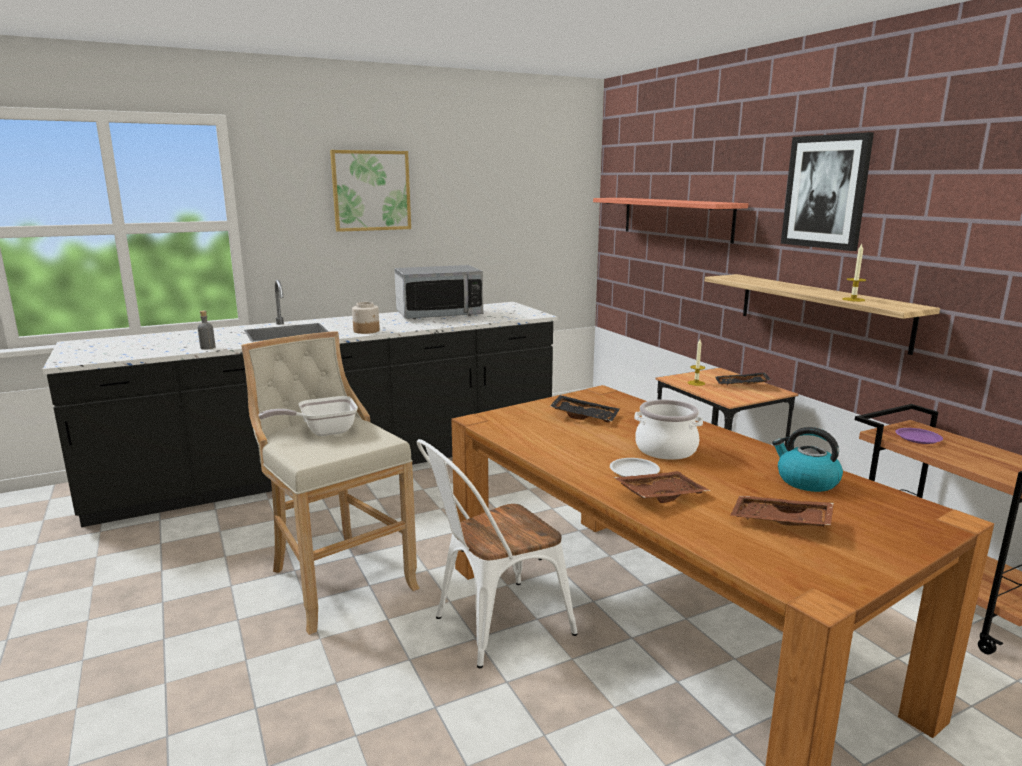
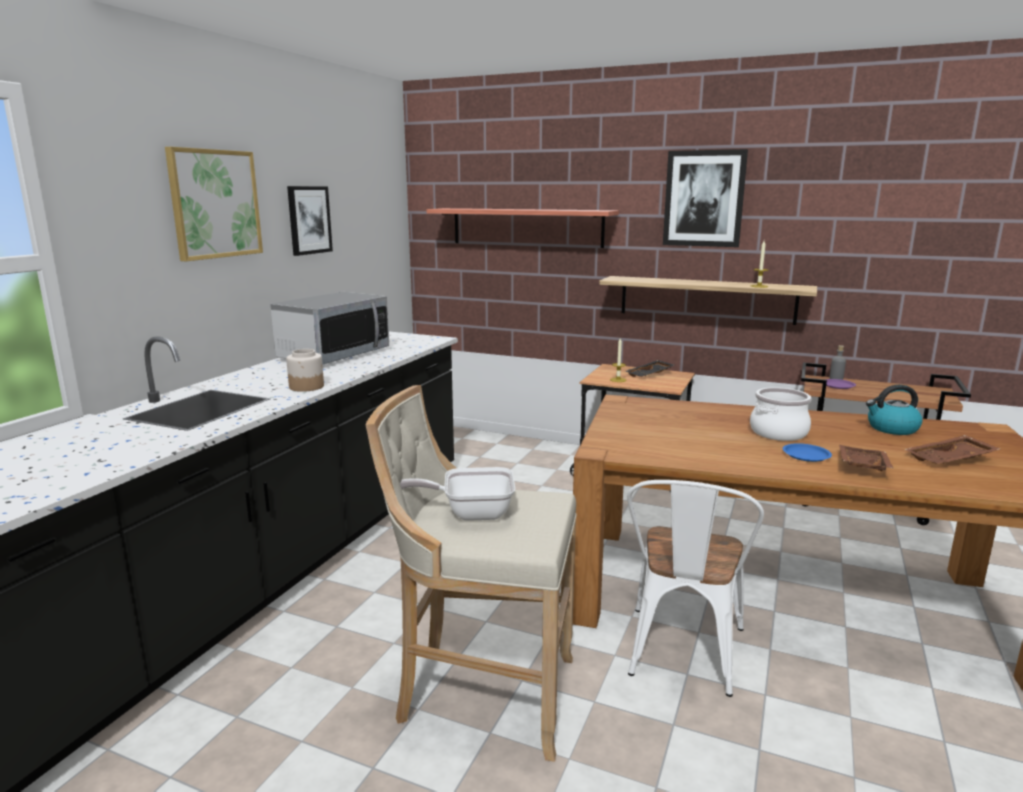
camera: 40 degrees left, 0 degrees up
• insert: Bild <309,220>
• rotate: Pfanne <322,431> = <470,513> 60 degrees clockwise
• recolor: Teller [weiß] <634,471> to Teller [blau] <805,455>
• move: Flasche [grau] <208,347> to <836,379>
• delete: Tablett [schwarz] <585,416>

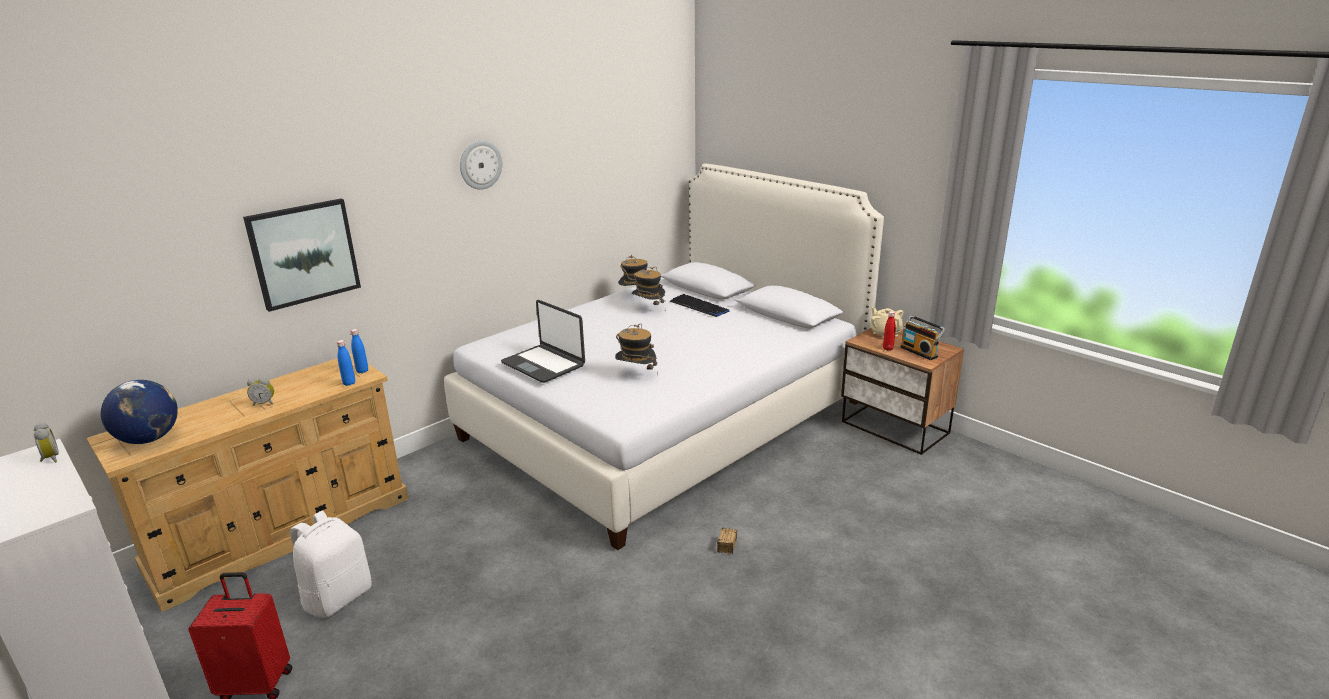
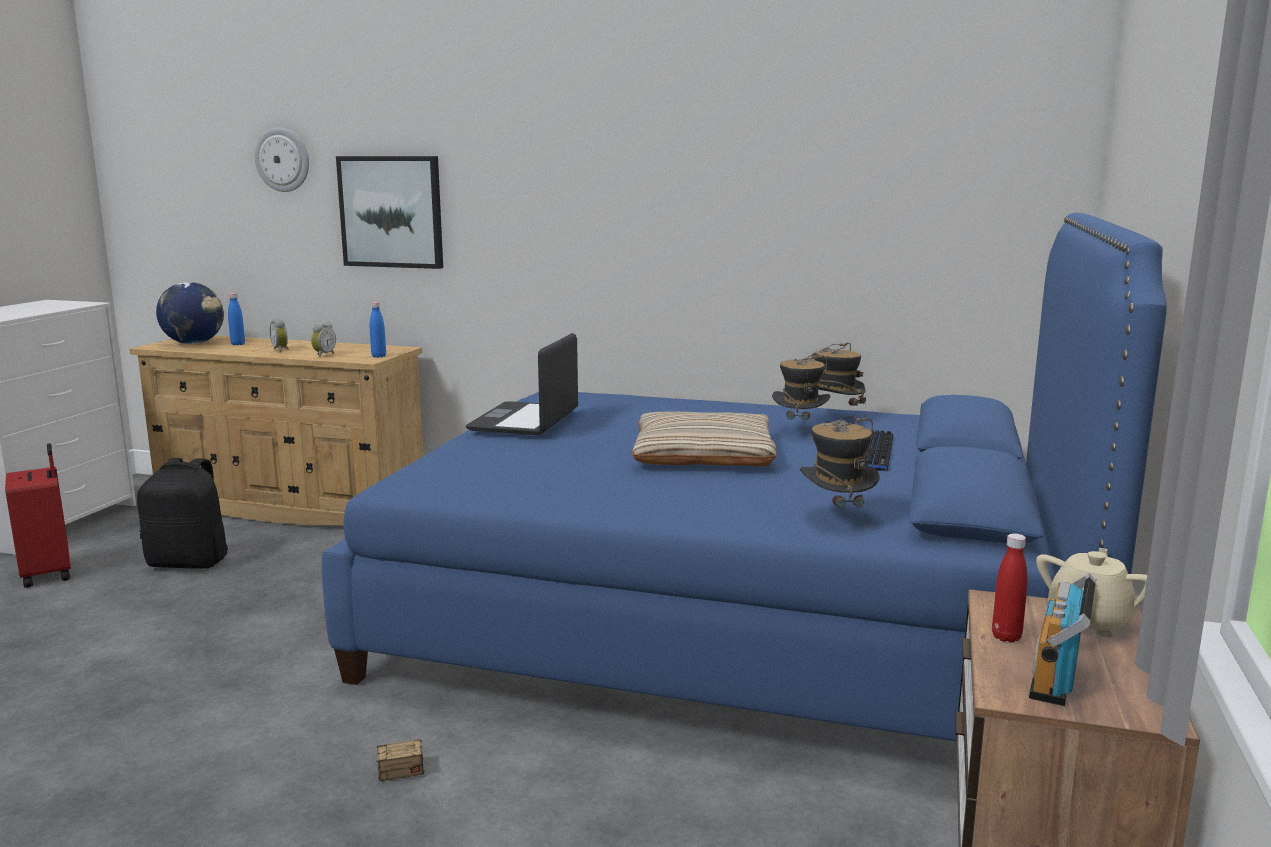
camera: 60 degrees right, 10 degrees down
• recolor: Rucksack [weiß] <338,597> to Rucksack [schwarz] <189,562>
• move: Flasche [blau] <349,383> to <238,344>
• move: Wanduhr <480,164> to <283,160>
• move: Wecker <50,459> to <323,355>
• recolor: Bett [weiß] <666,419> to Bett [blau] <733,622>
• insert: Kissen [beige] <703,452>
• move: Hut <636,375> to <837,518>

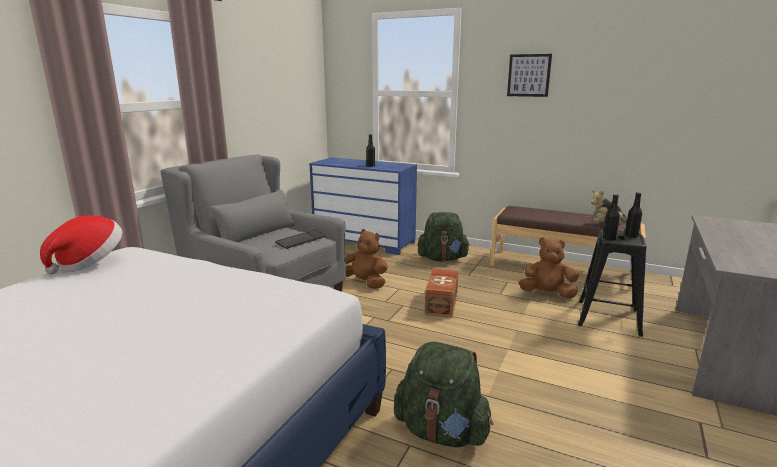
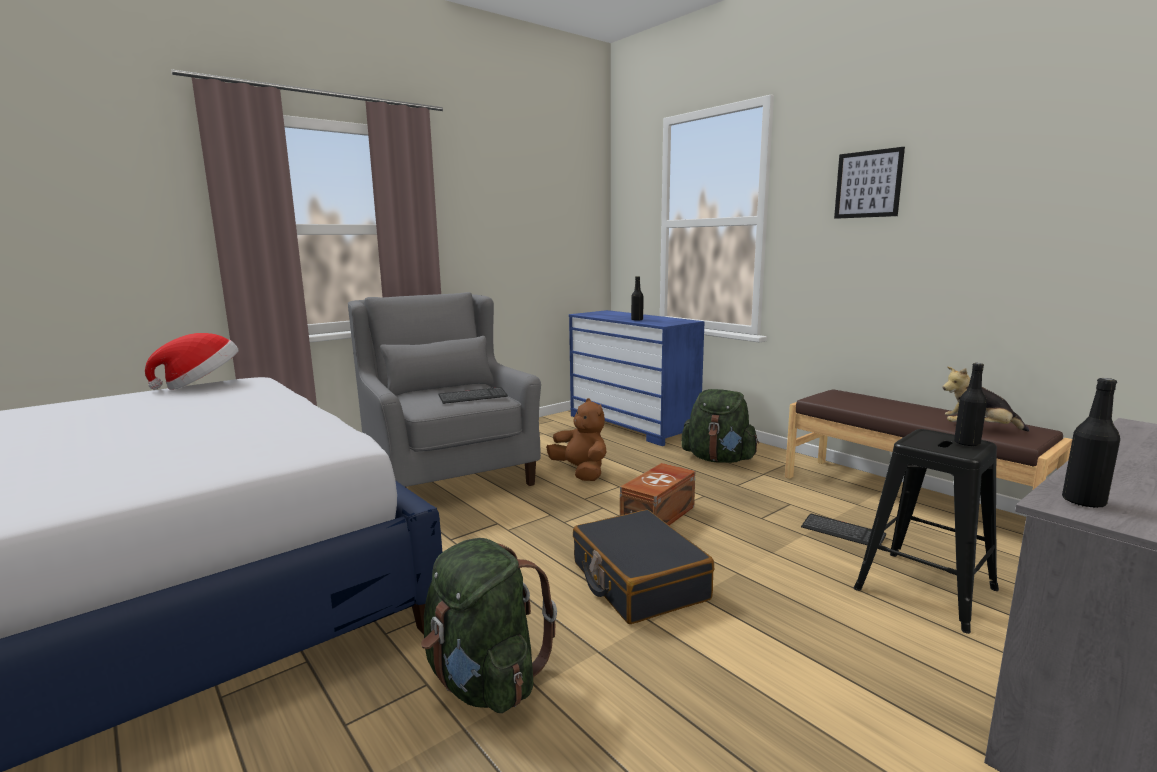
camera: 25 degrees right, 5 degrees down
• insert: Koffer [schwarz] <638,581>
• replace: Plüschtier [braun] <547,294> to Tastatur <842,532>
• move: Flasche [schwarz] <609,239> to <1083,502>

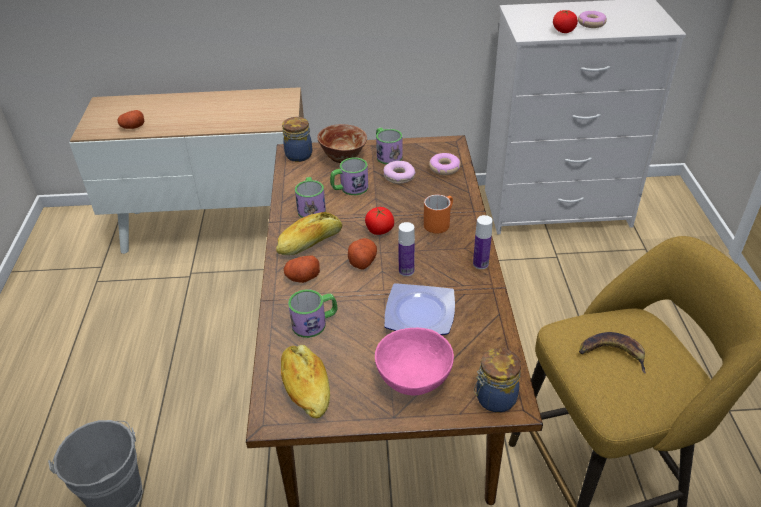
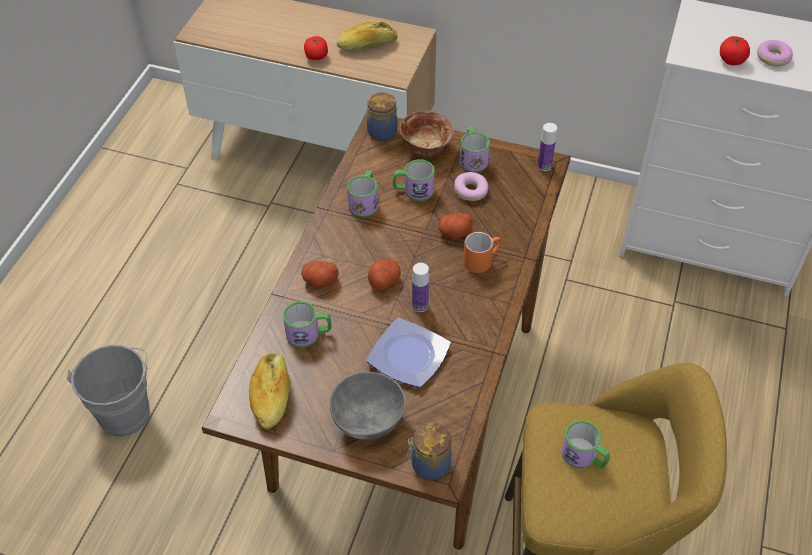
camera: 20 degrees right, 10 degrees up
• move: Tomate <379,230> to <316,56>
• recolor: Schüssel [rosa] <412,380> to Schüssel [grau] <366,420>
• move: Brot <310,242> to <367,45>
• move: Kartoffel <132,127> to <454,233>
• move: Flasche <480,264> to <544,166>
• replace: Banane <613,353> to Henkelbecher <584,457>
• delete: Donut <444,168>

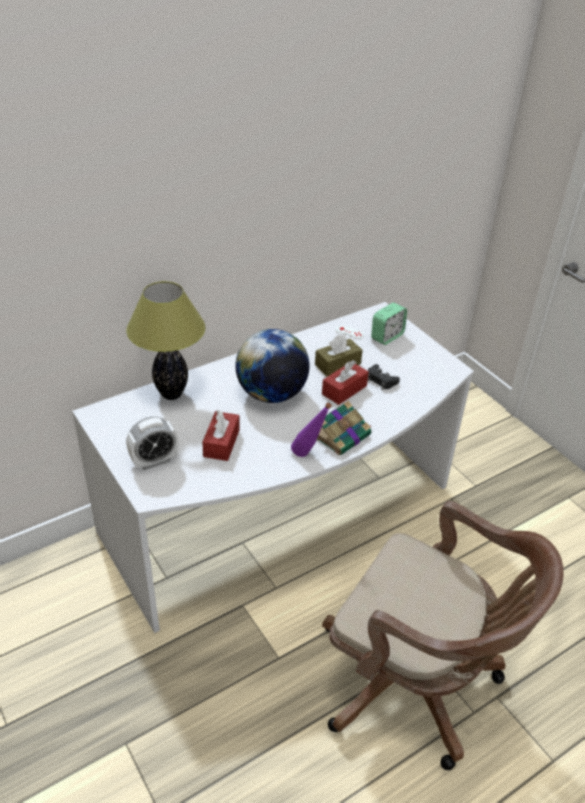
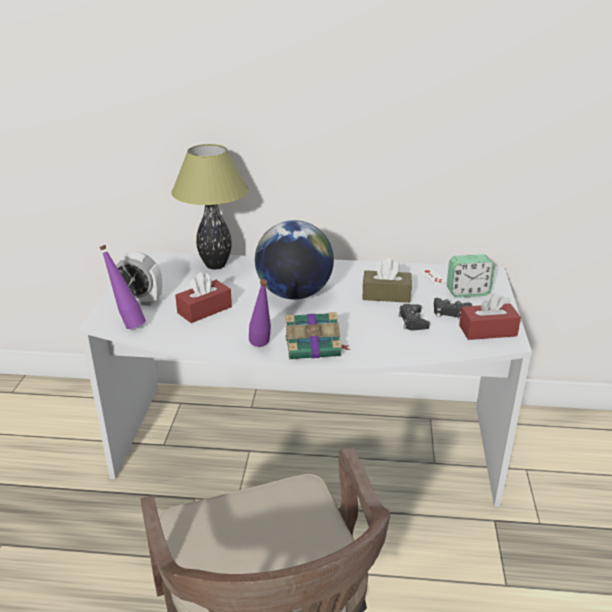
camera: 40 degrees right, 10 degrees down
• insert: Flasche [lila] <127,324>
• insert: Gamepad [schwarz] <450,312>
• move: Taschentuchbox [rot] <344,390> to <487,331>

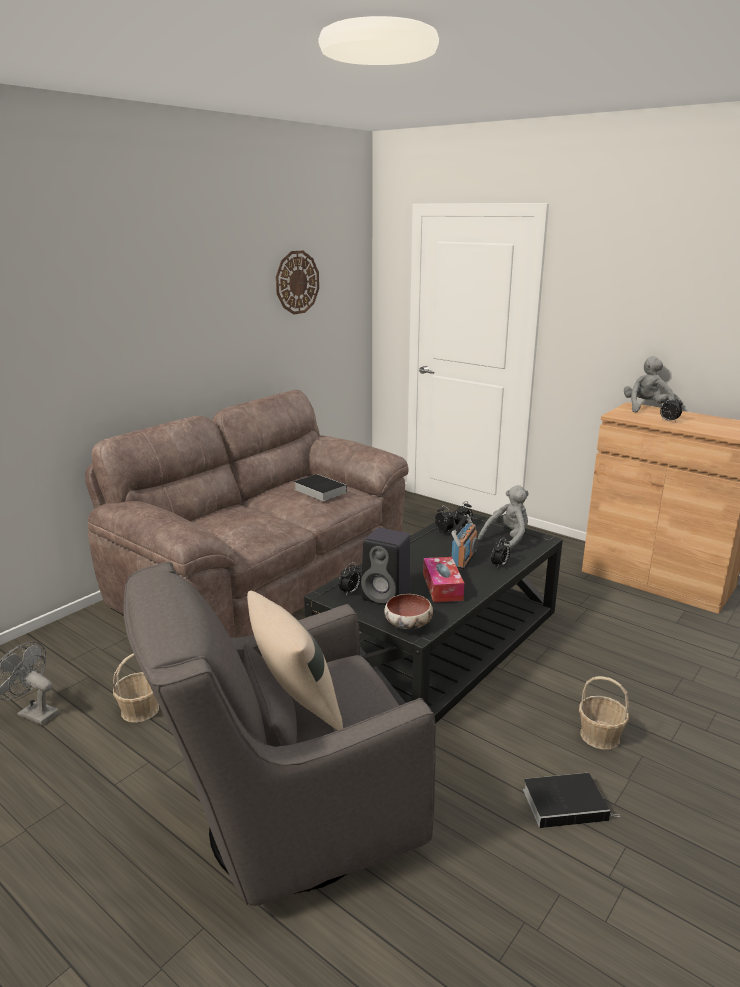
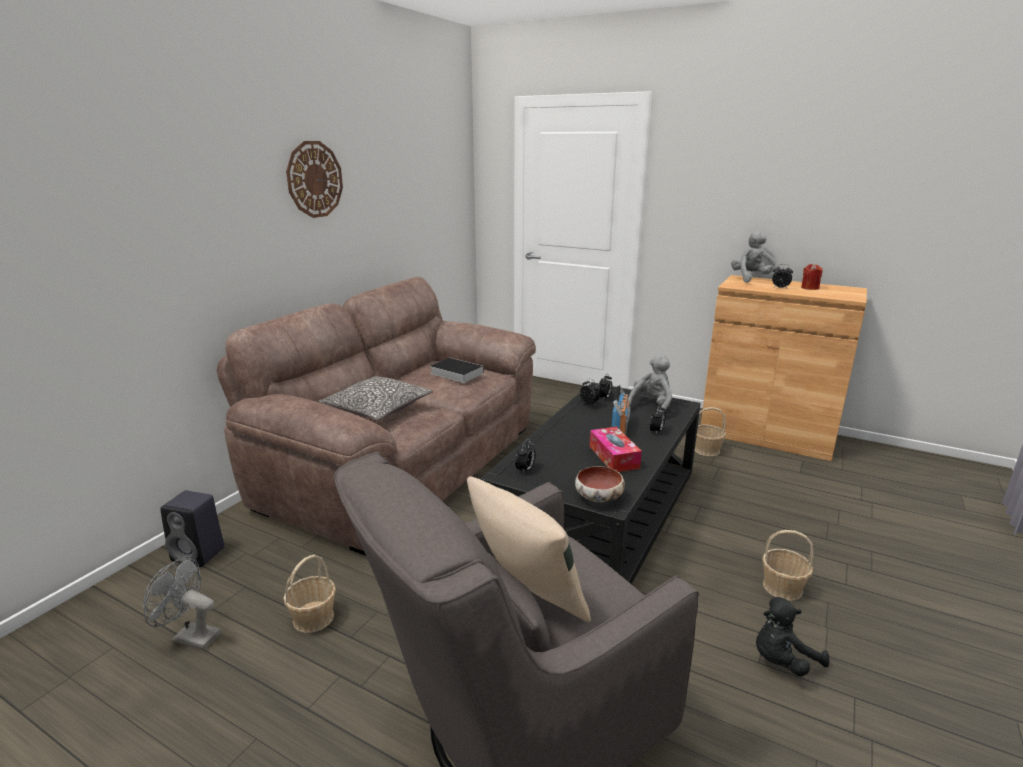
camera: 10 degrees left, 0 degrees up
• move: Lautsprecher [schwarz] <387,596> to <200,554>
• move: Wanduhr <297,282> to <314,179>
• insert: Kissen <377,409>
• insert: Korb <707,450>
• replace: Buch <566,803> to Plüschtier [schwarz] <782,661>
• insert: Kerze [rot] <810,288>

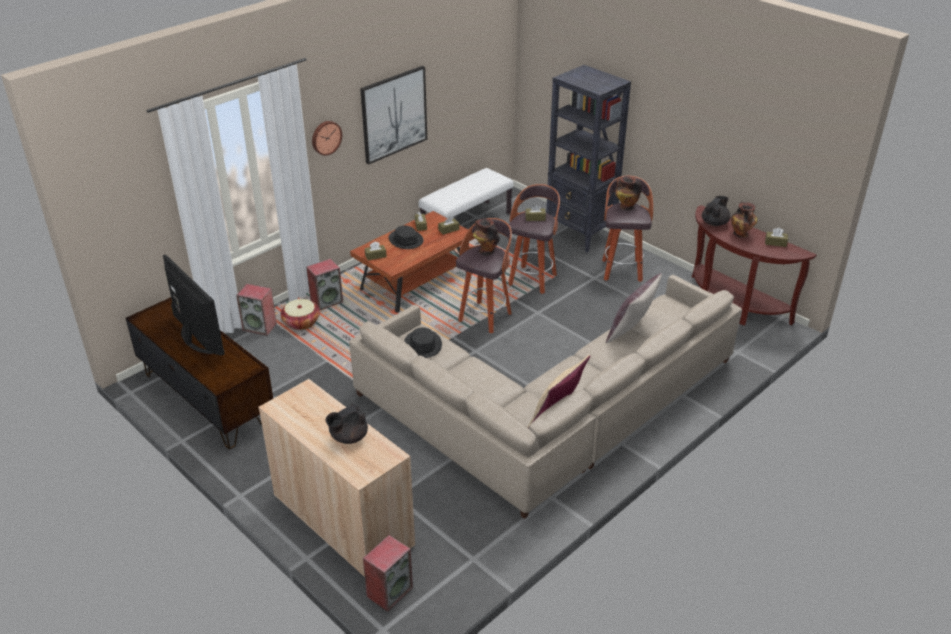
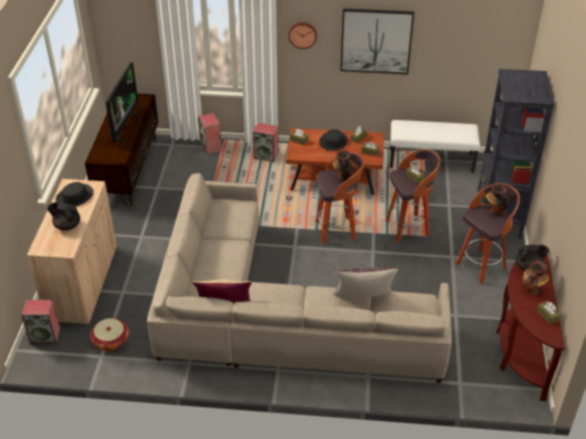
camera: 50 degrees right, 5 degrees up
• move: Hut [schwarz] <423,345> to <75,196>
• move: Korb <301,322> to <111,341>

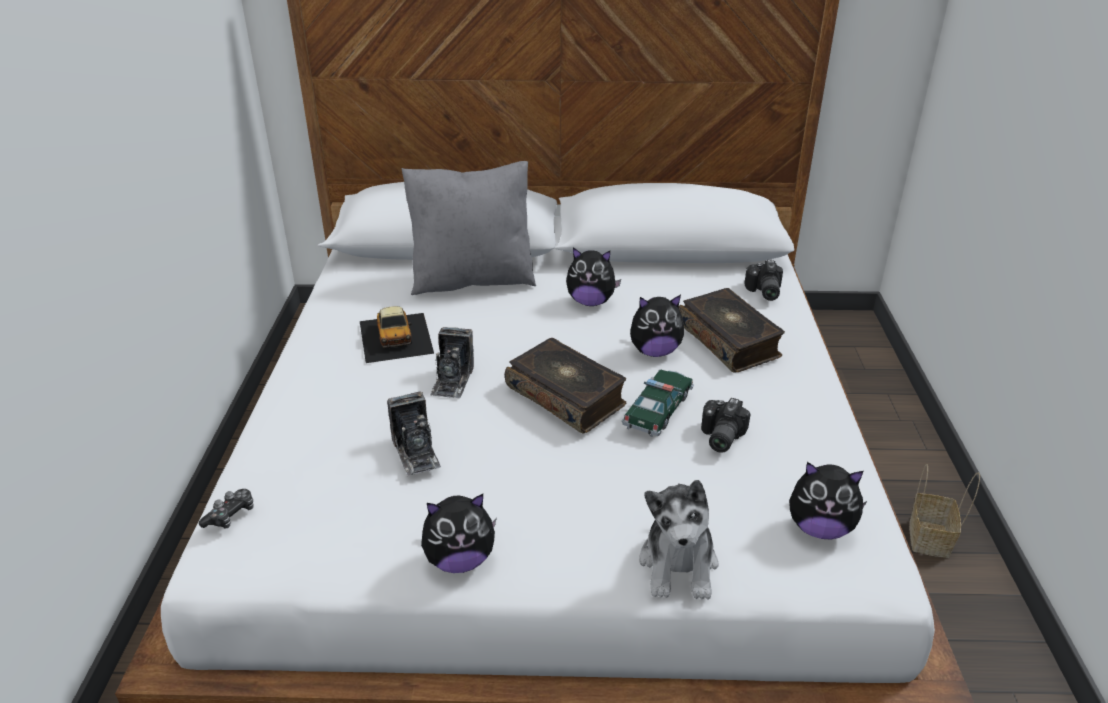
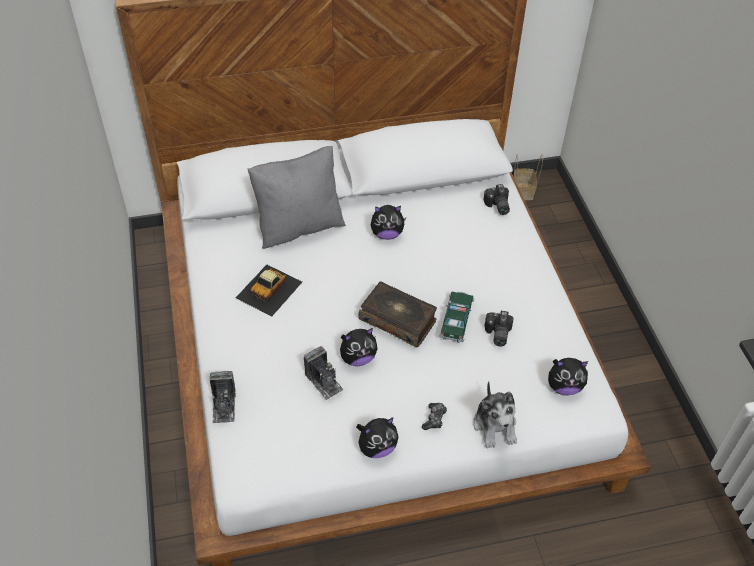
camera: 15 degrees left, 15 degrees up
• move: Kamera <452,380> to <224,405>
• rotate: Spielzeugauto <396,336> = <269,289> 60 degrees clockwise
• move: Plüschtier <654,351> to <358,358>
• move: Gamepad <231,515> to <434,419>
• move: Korb <930,540> to <523,192>
• delete: Buch <729,340>

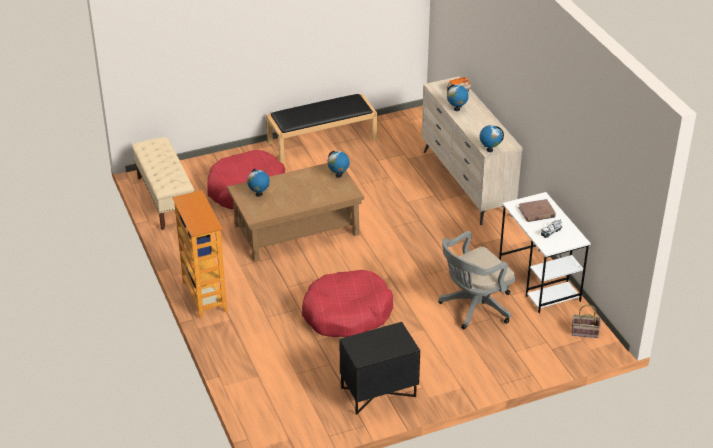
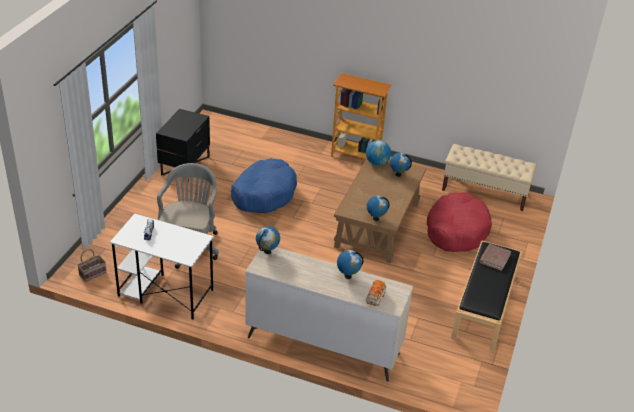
camera: 130 degrees right, 0 degrees up
• recolor: Hundebett [rot] <346,313> to Hundebett [blau] <264,194>
• insert: Globus <377,163>
• move: Buch [braun] <537,212> to <494,258>

